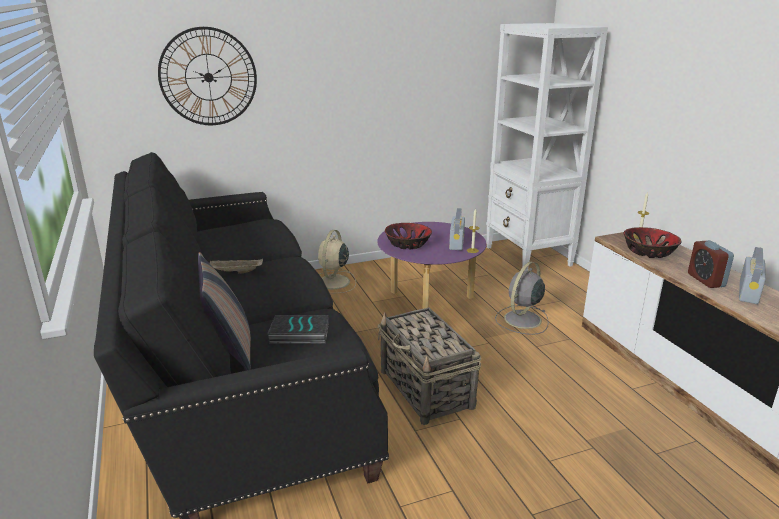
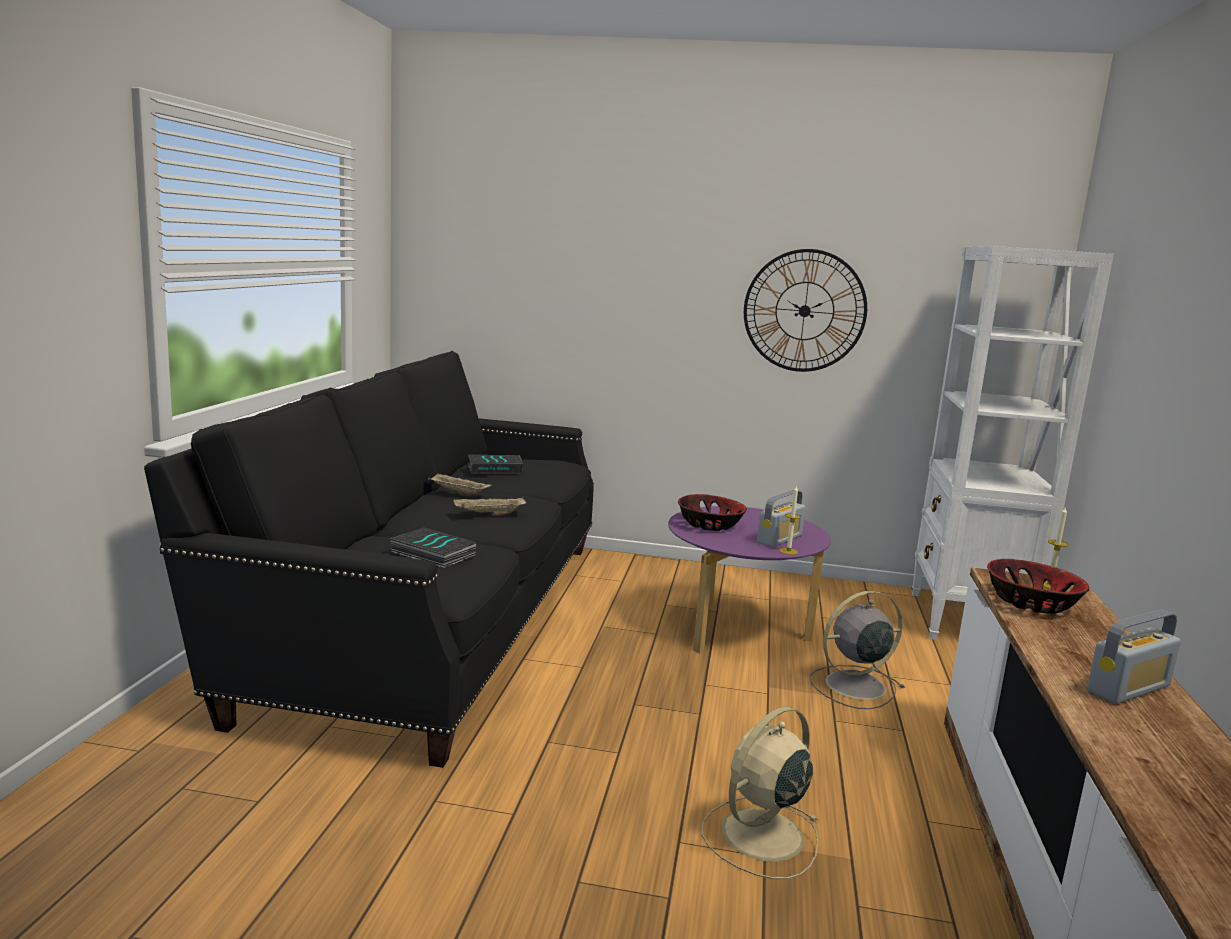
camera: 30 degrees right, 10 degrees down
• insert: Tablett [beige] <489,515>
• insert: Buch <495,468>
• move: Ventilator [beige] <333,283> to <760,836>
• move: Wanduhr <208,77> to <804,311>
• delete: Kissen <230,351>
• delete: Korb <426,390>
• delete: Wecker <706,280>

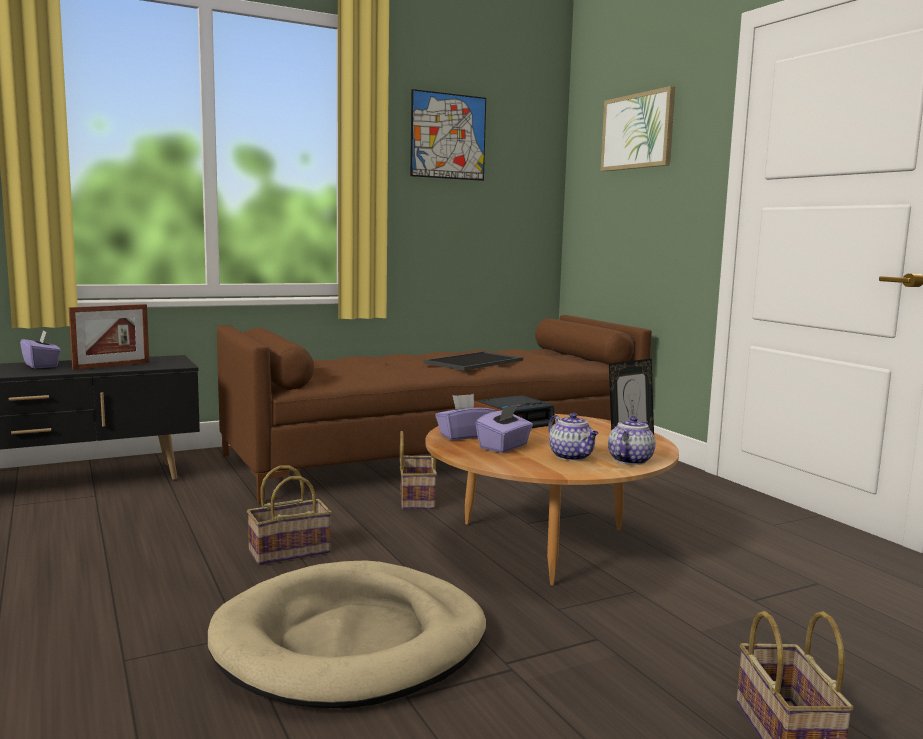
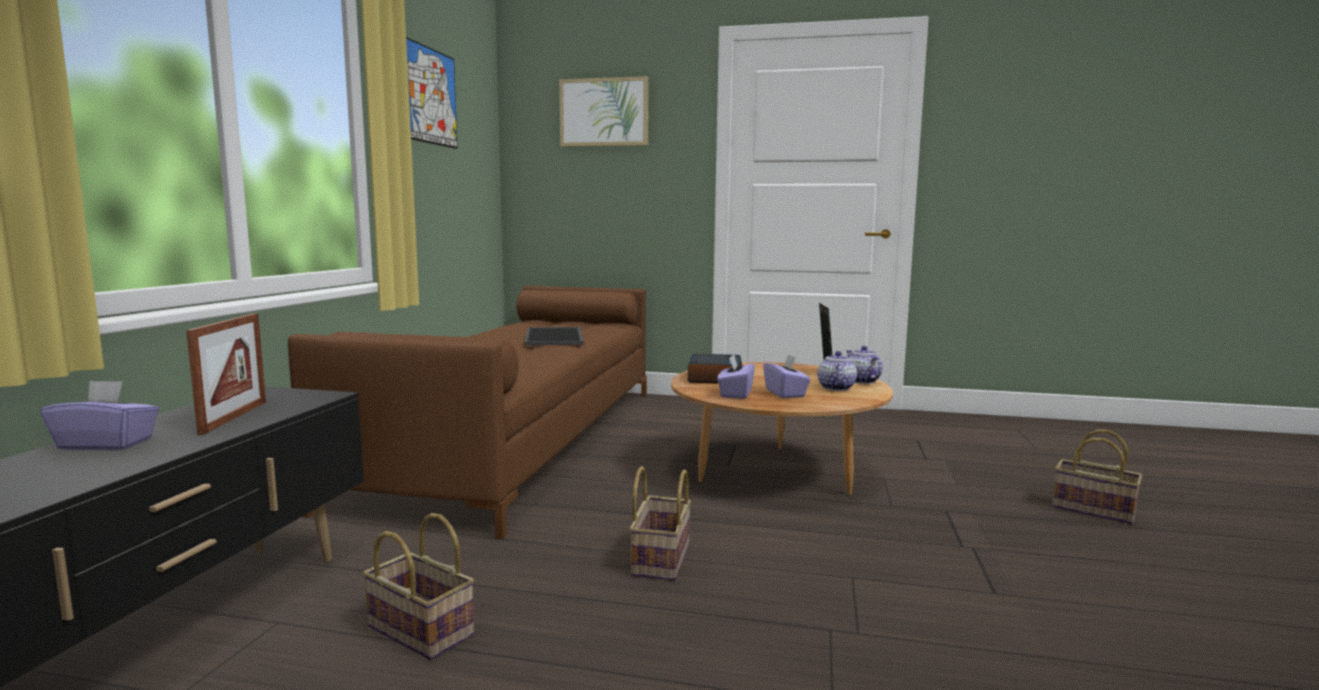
camera: 50 degrees left, 0 degrees up
• move: Korb <415,498> to <417,631>
• rotate: Teekanne <572,456> = <835,387> 90 degrees counterclockwise
• delete: Hundebett [beige] <351,642>

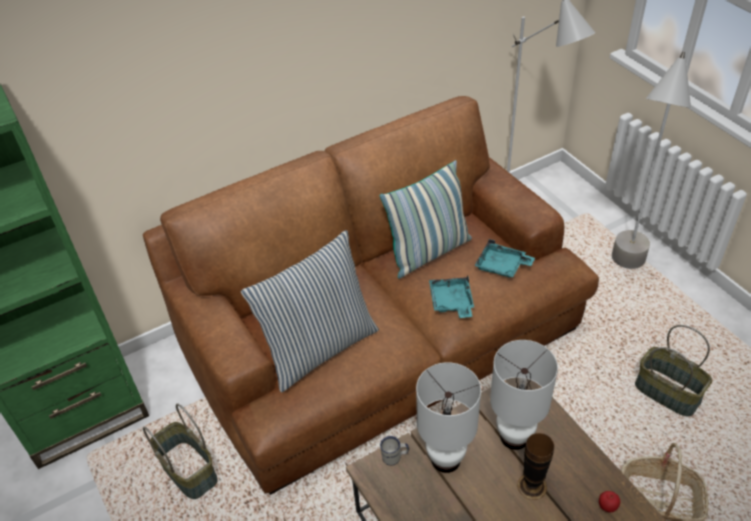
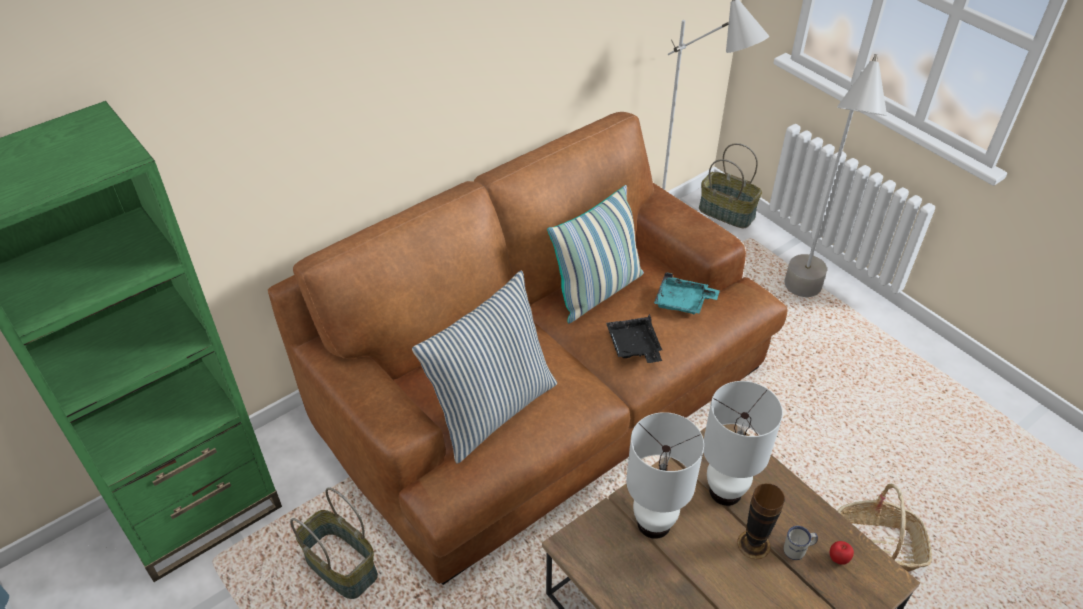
camera: 10 degrees left, 0 degrees up
• recolor: Tablett [türkis] <451,302> to Tablett [schwarz] <634,346>
• move: Korb <668,392> to <727,212>
• move: Henkelbecher [weiß] <395,457> to <798,550>

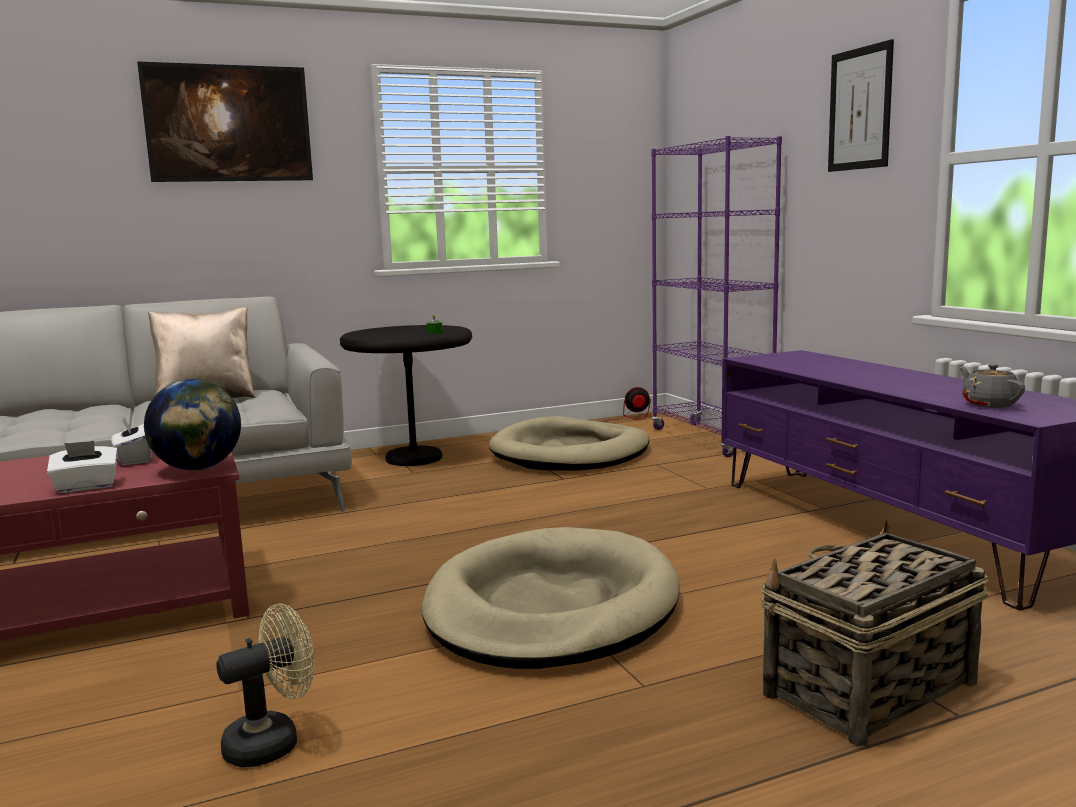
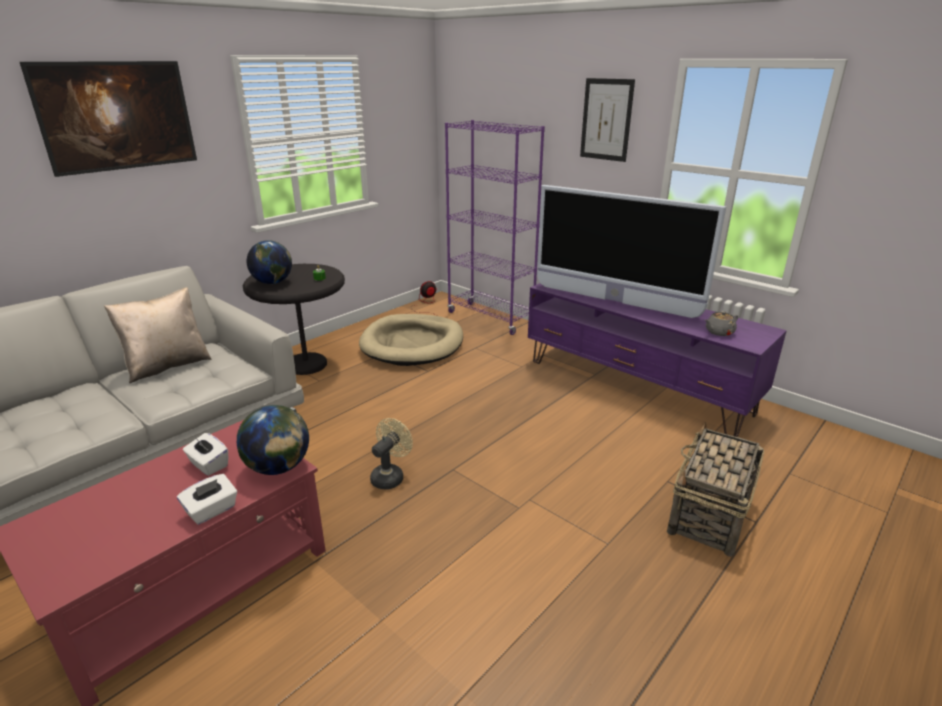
camera: 25 degrees left, 15 degrees up
• insert: Globus <273,283>
• move: Ventilator [beige] <273,742> to <390,476>
• insert: Fernseher <614,301>
• rotate: Teekanne [grau] <989,404> = <719,332> 75 degrees counterclockwise
• delete: Hundebett [beige] <551,607>

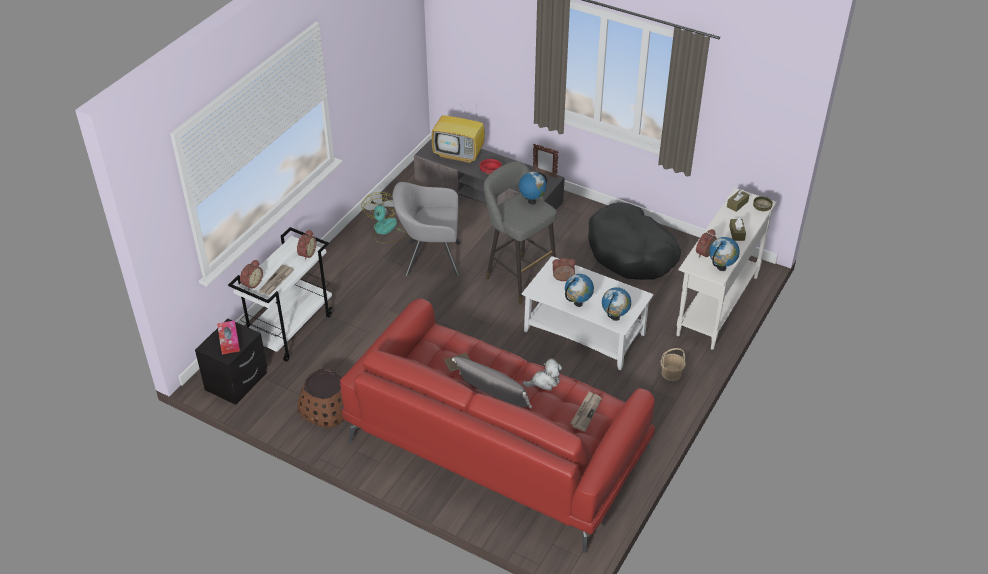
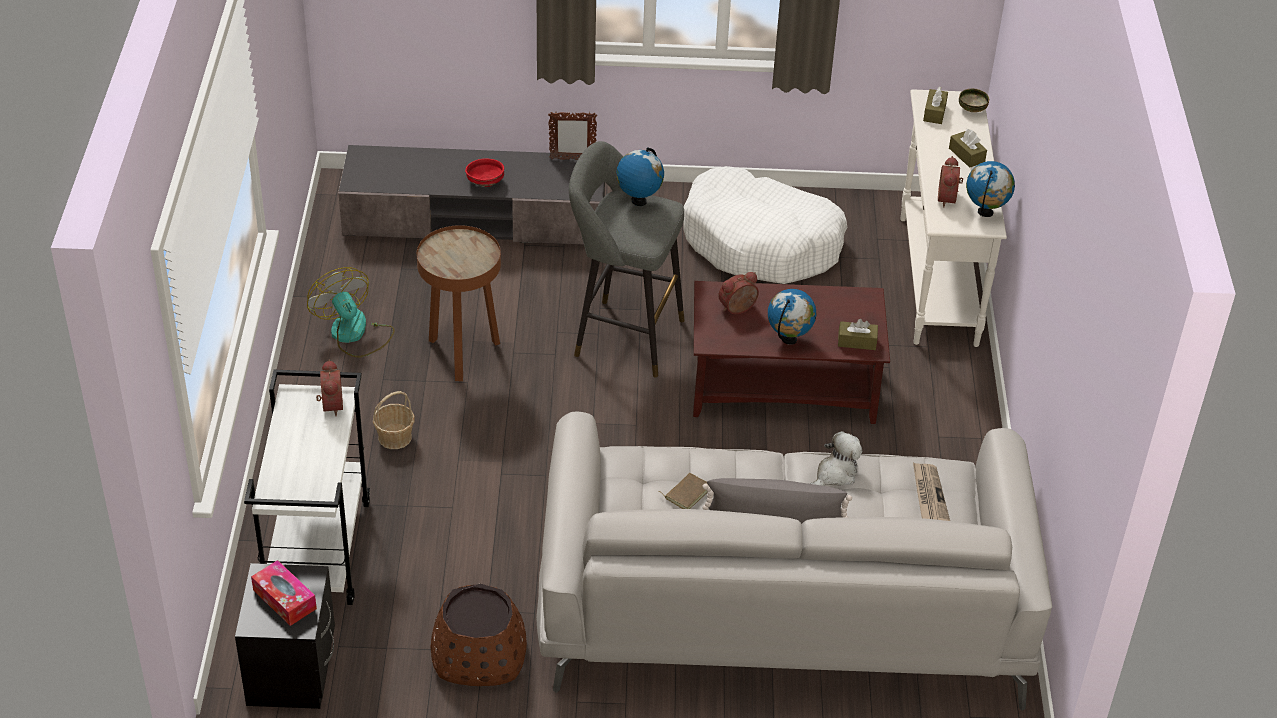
camera: 30 degrees left, 0 degrees up
• move: Korb <671,373> to <395,437>
• replace: Sessel [grau] <430,258> to Beistelltisch [braun] <462,355>
• recolor: Sofa [rot] <496,444> to Sofa [grau] <780,604>
• recolor: Hundebett [schwarz] <631,252> to Hundebett [weiß] <761,242>
• recolor: Couchtisch [weiß] <583,332> to Couchtisch [braun] <781,387>
• replace: Globus <615,317> to Taschentuchbox [braun] <857,341>
• delete: Wecker <251,283>
• delete: Zeitung <276,281>
• delete: Fernseher <460,154>

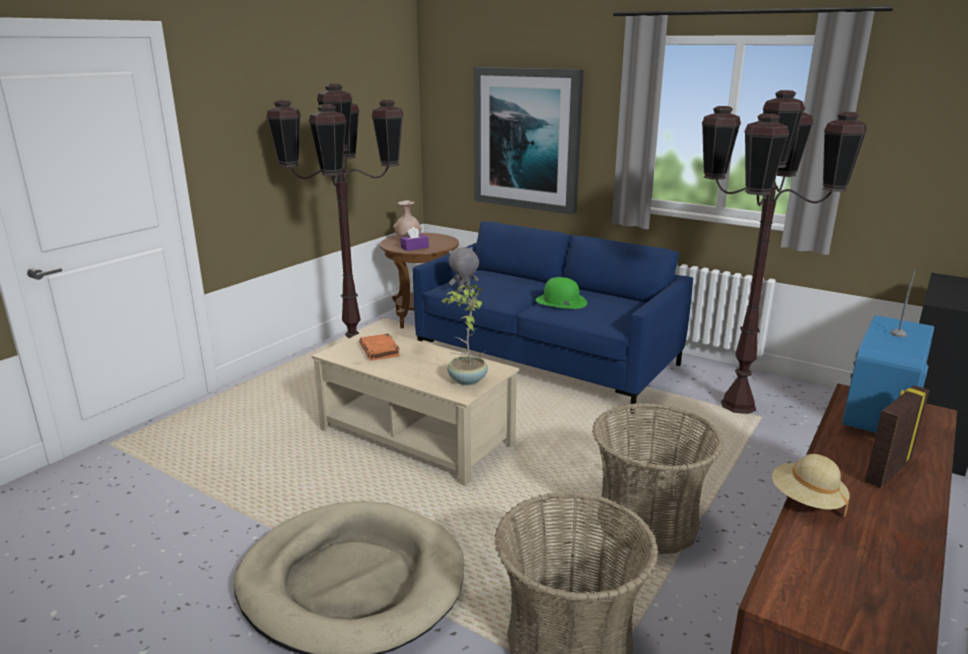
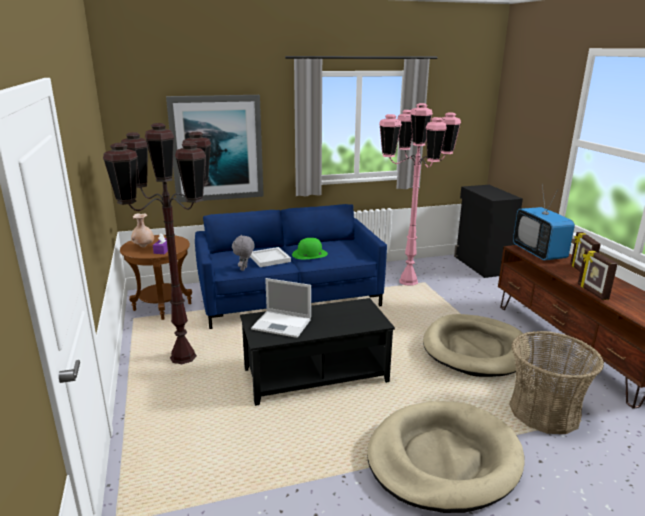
camera: 50 degrees left, 0 degrees up
• recolor: Couchtisch [beige] <417,436> to Couchtisch [schwarz] <315,374>
• insert: Tablett [weiß] <269,258>
• replace: Buch [orange] <380,350> to Laptop <282,324>
• recolor: Stehlampe [braun] <739,405> to Stehlampe [rosa] <408,281>
• replace: Korb <647,522> to Hundebett [beige] <475,349>
• replace: Hut [beige] <806,501> to Bilderrahmen <592,292>
• delete: Topfpflanze <466,380>

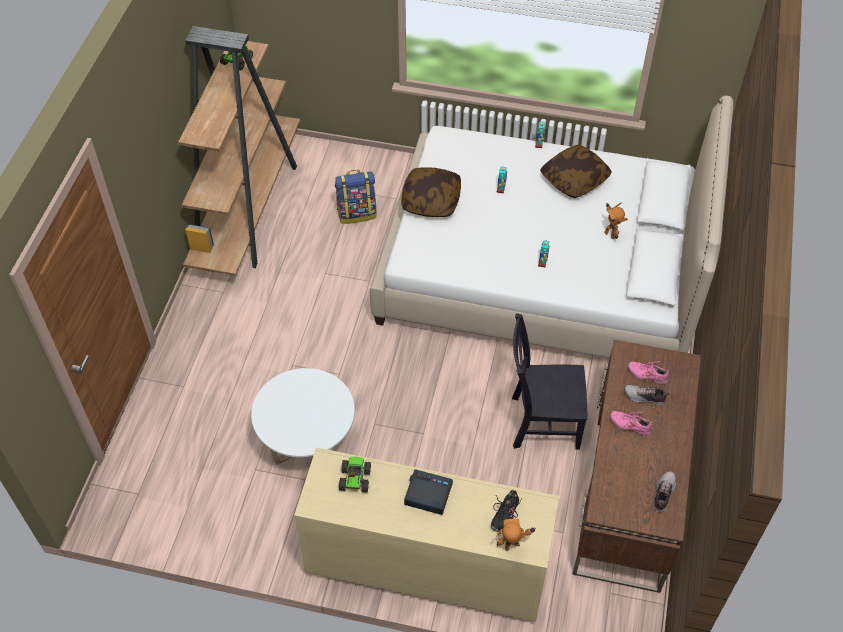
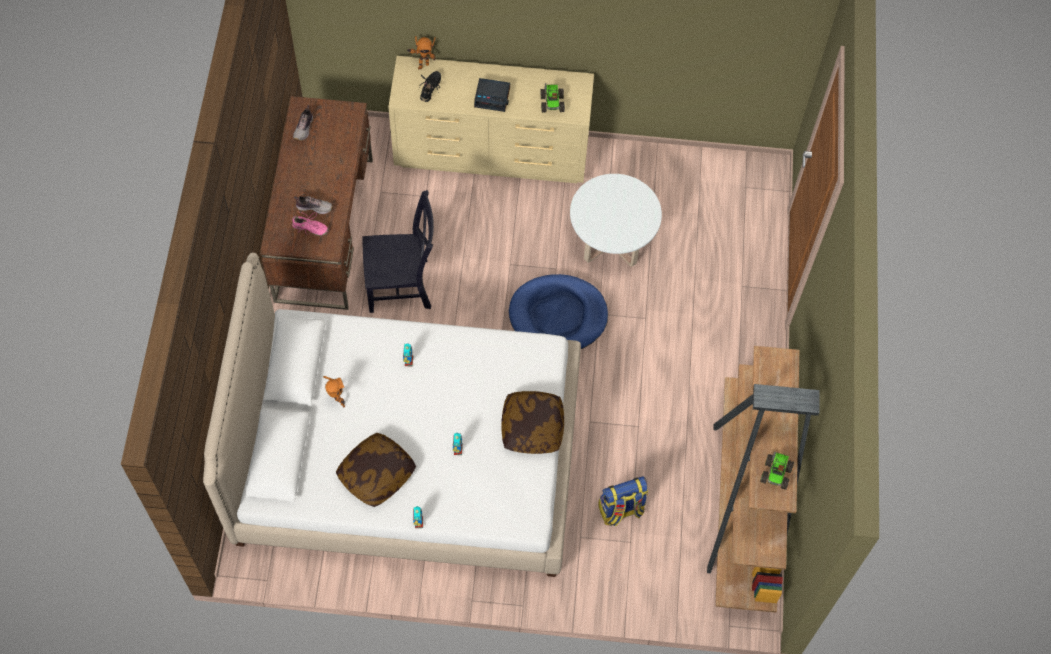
camera: 170 degrees right, 10 degrees up
• insert: Hundebett [blau] <558,316>
• delete: Schuh [rosa] <630,425>

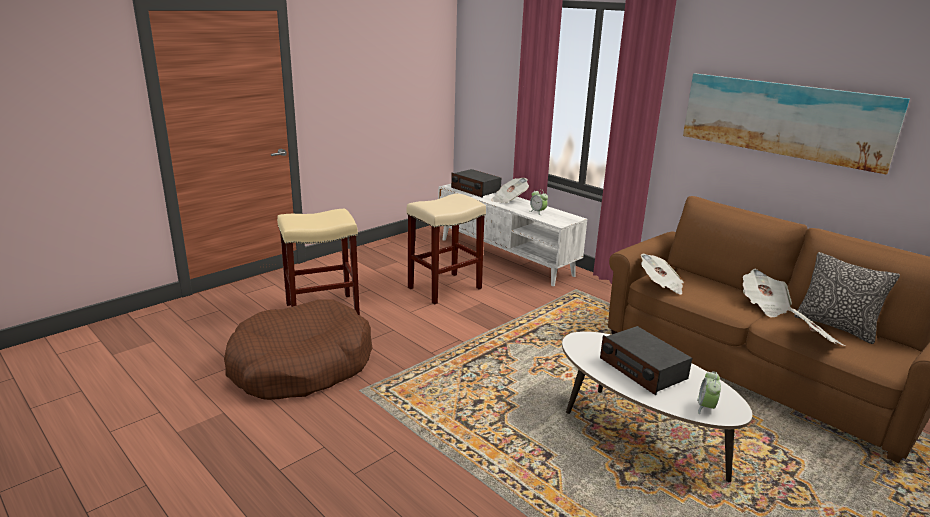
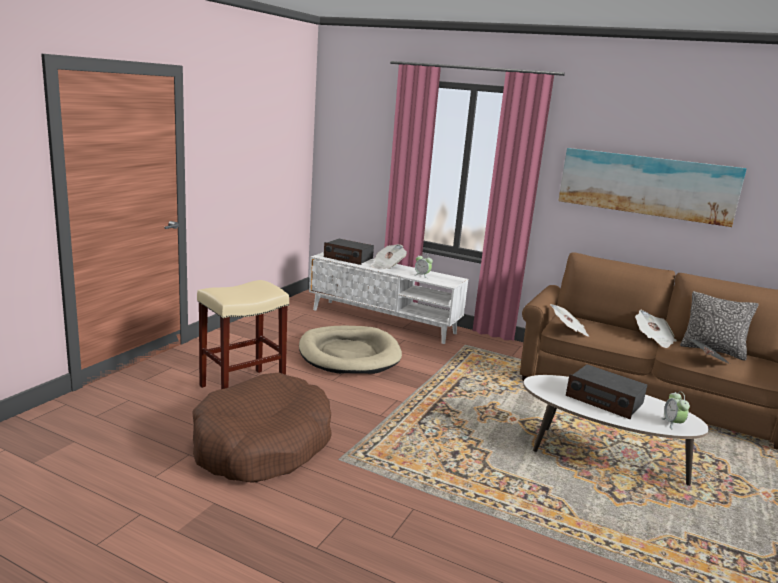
camera: 20 degrees left, 5 degrees down
• replace: Hocker [beige] <445,288> to Hundebett [beige] <349,354>

